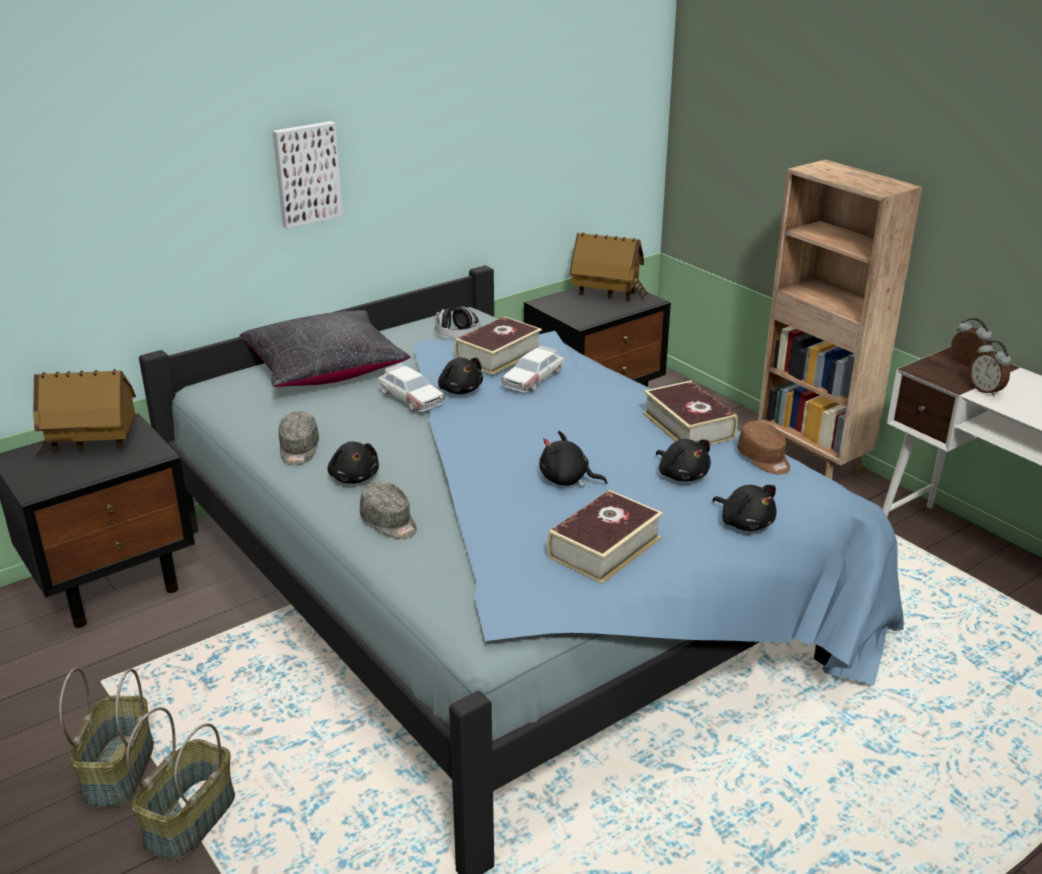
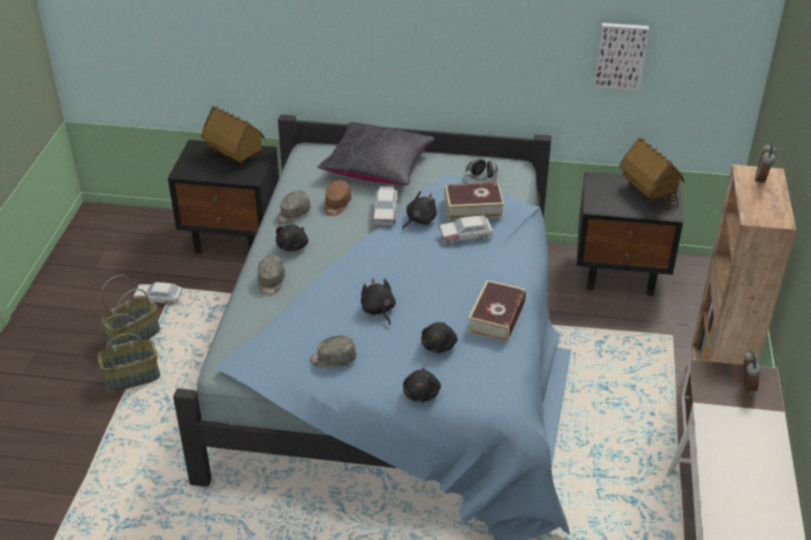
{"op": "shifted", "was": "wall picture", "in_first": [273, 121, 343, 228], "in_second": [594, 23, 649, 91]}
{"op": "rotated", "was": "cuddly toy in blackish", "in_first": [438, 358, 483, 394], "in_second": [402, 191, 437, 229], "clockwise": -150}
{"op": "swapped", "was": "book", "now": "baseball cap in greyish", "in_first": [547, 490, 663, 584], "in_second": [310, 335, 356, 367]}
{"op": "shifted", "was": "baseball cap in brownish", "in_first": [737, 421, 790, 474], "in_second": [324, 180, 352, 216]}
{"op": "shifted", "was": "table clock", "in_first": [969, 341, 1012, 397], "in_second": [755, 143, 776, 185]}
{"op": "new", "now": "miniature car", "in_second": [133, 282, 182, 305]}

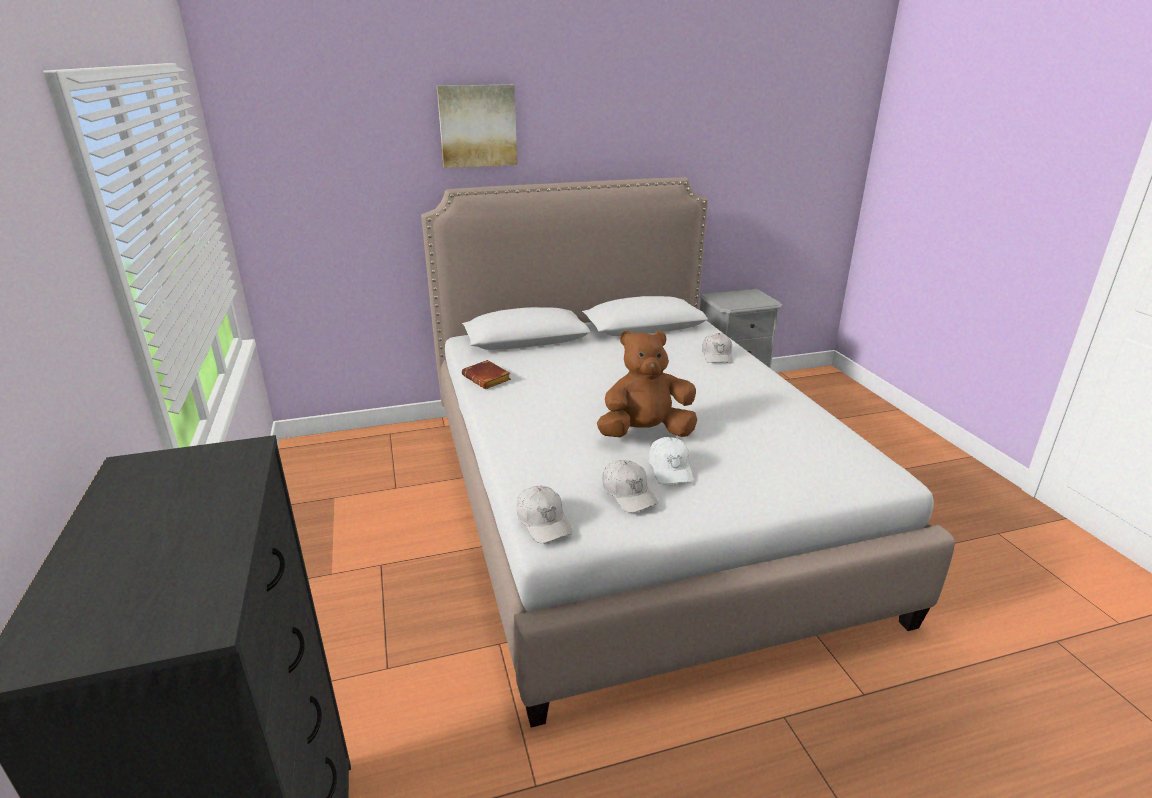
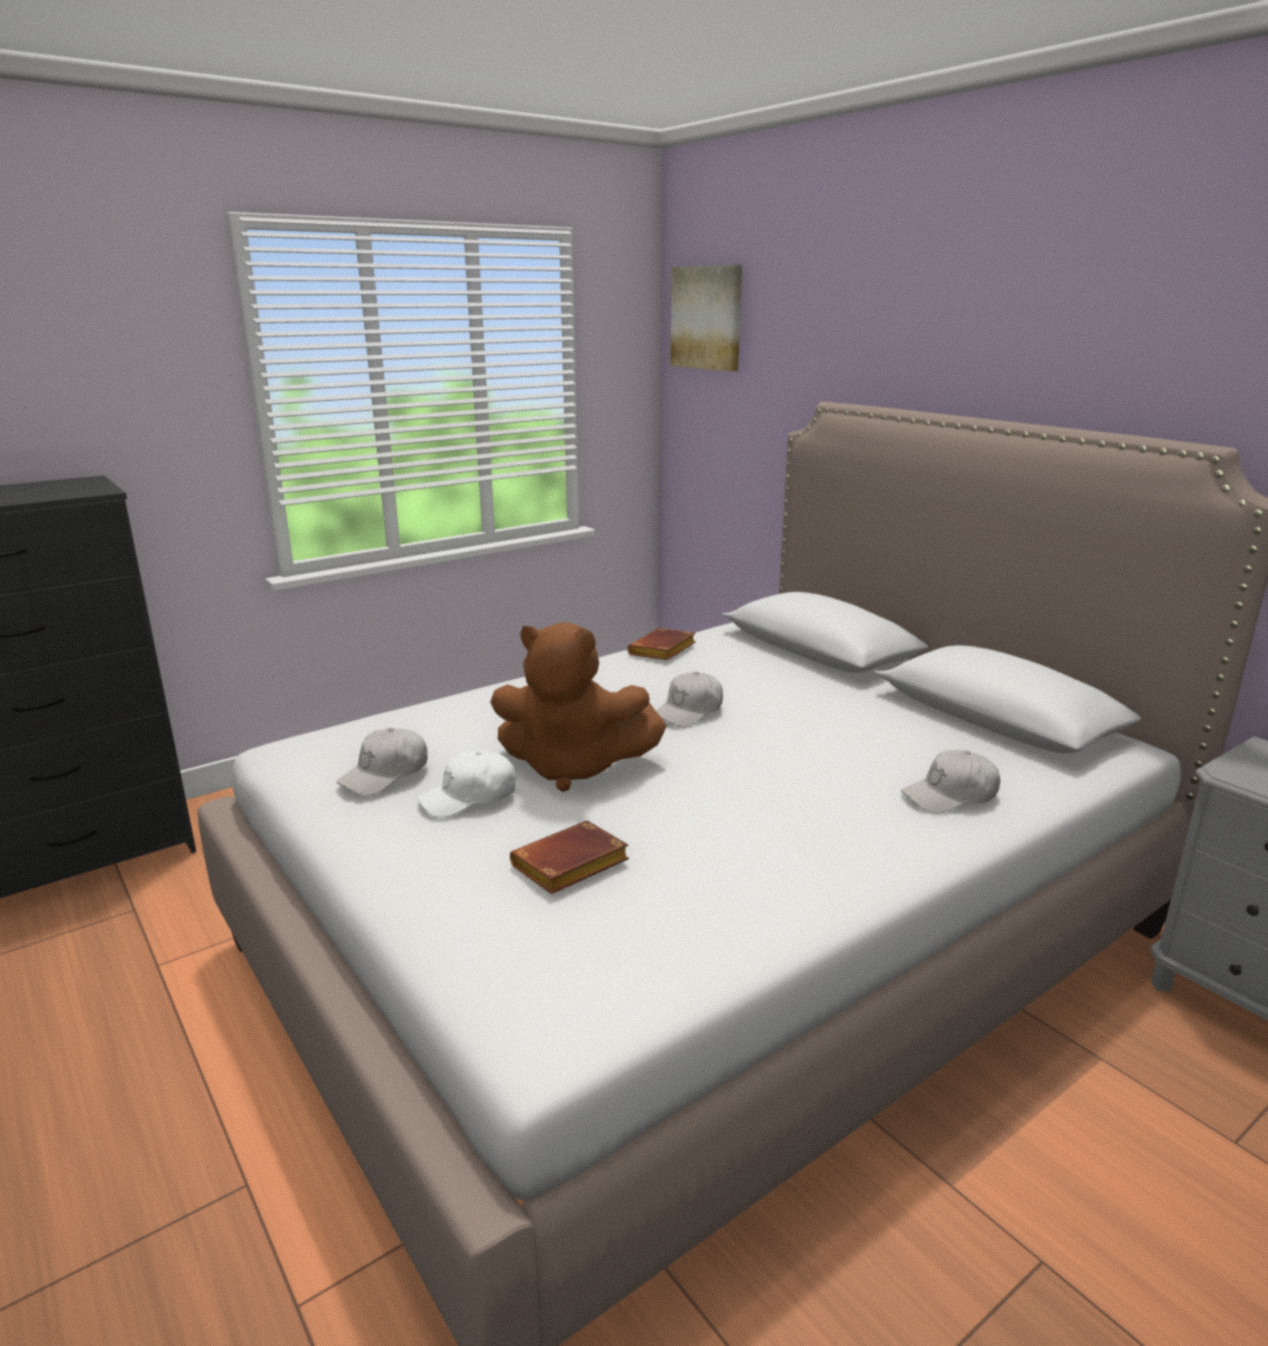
{"op": "shifted", "was": "wall picture", "in_first": [437, 85, 517, 168], "in_second": [671, 265, 742, 371]}
{"op": "shifted", "was": "baseball cap in whitish", "in_first": [517, 486, 573, 543], "in_second": [656, 672, 723, 728]}
{"op": "rotated", "was": "cuddly toy in brownish", "in_first": [597, 330, 697, 437], "in_second": [490, 622, 666, 792], "clockwise": 135}
{"op": "new", "now": "book in brownish", "in_second": [510, 821, 629, 894]}

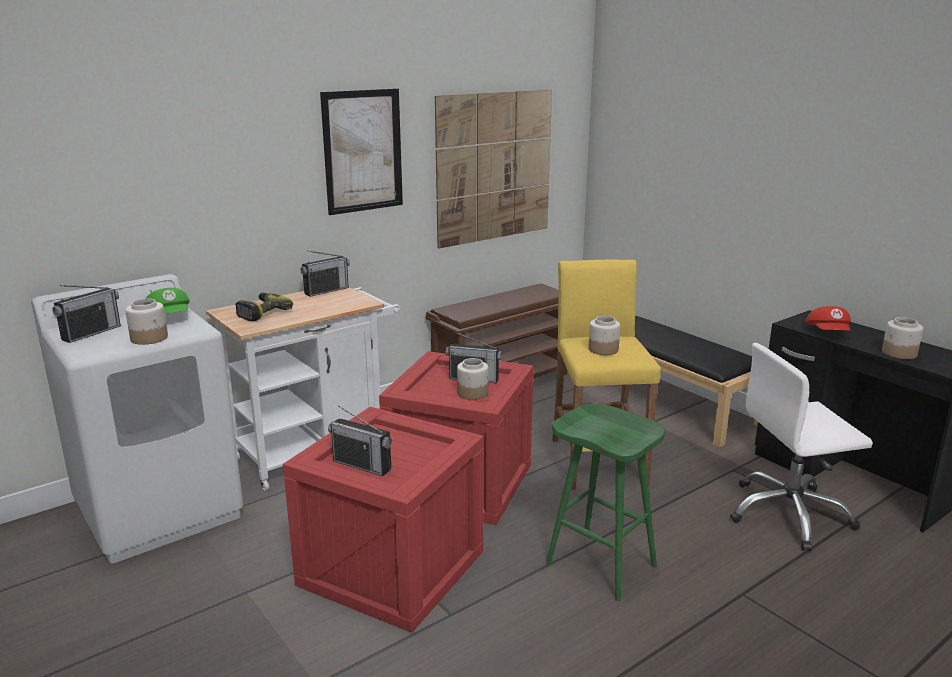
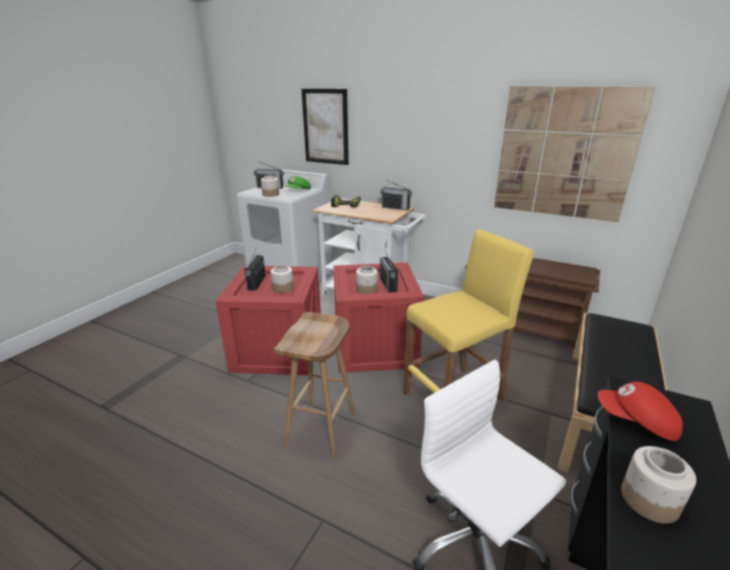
{"op": "shifted", "was": "wall picture", "in_first": [320, 88, 403, 215], "in_second": [301, 89, 349, 165]}
{"op": "repainted", "was": "stool seat in green-coloured", "now": "stool seat in brownish", "in_first": [546, 403, 665, 601], "in_second": [273, 312, 355, 458]}
{"op": "shifted", "was": "storage jar", "in_first": [588, 316, 620, 355], "in_second": [270, 265, 294, 293]}
{"op": "rotated", "was": "baseball cap in red-coloured", "in_first": [806, 306, 851, 331], "in_second": [598, 382, 683, 441], "clockwise": 45}

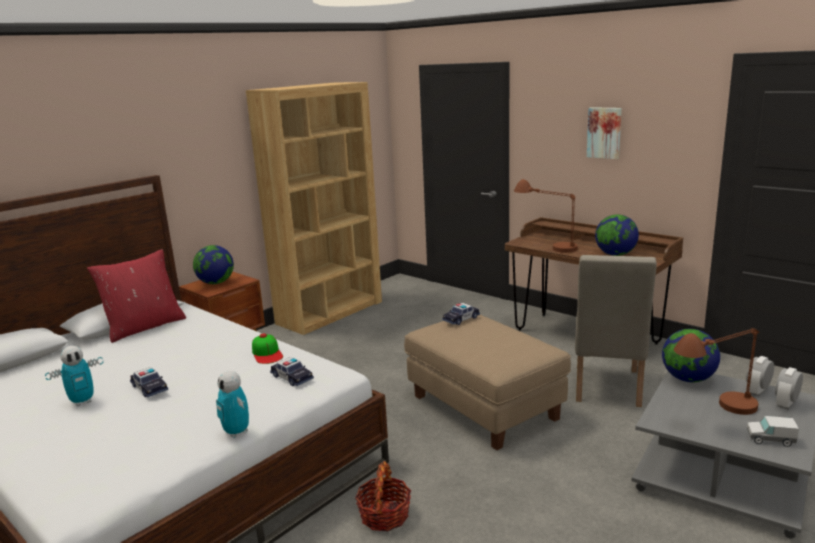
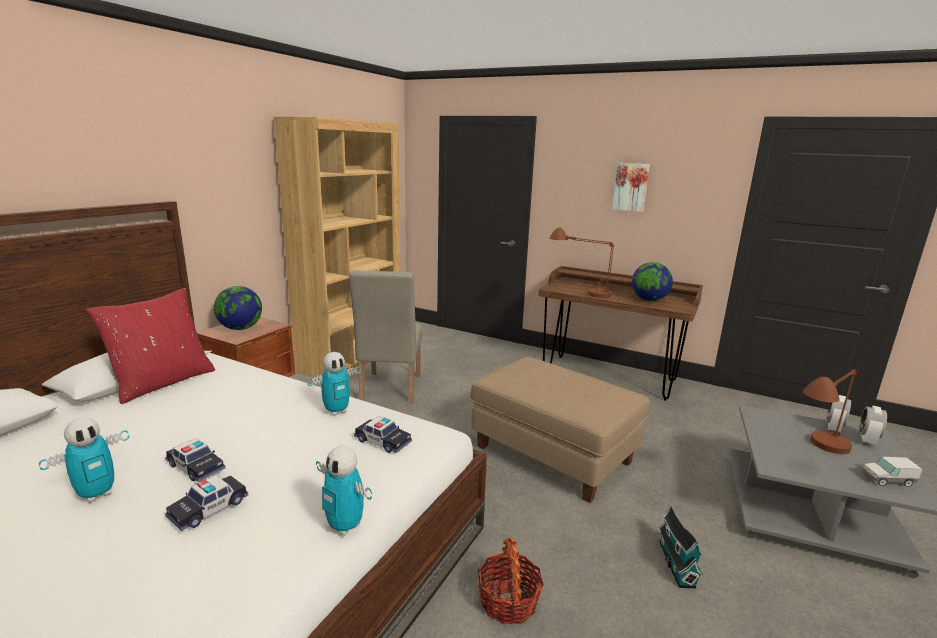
{"op": "swapped", "was": "baseball cap", "now": "toy robot", "in_first": [252, 333, 283, 364], "in_second": [308, 352, 361, 416]}
{"op": "shifted", "was": "miniature car", "in_first": [442, 303, 480, 325], "in_second": [165, 475, 248, 531]}
{"op": "shifted", "was": "plain chair in sand-coloured", "in_first": [575, 255, 657, 407], "in_second": [349, 270, 422, 403]}
{"op": "gone", "was": "world globe", "in_first": [662, 329, 720, 382]}
{"op": "new", "now": "model house", "in_second": [658, 505, 703, 589]}

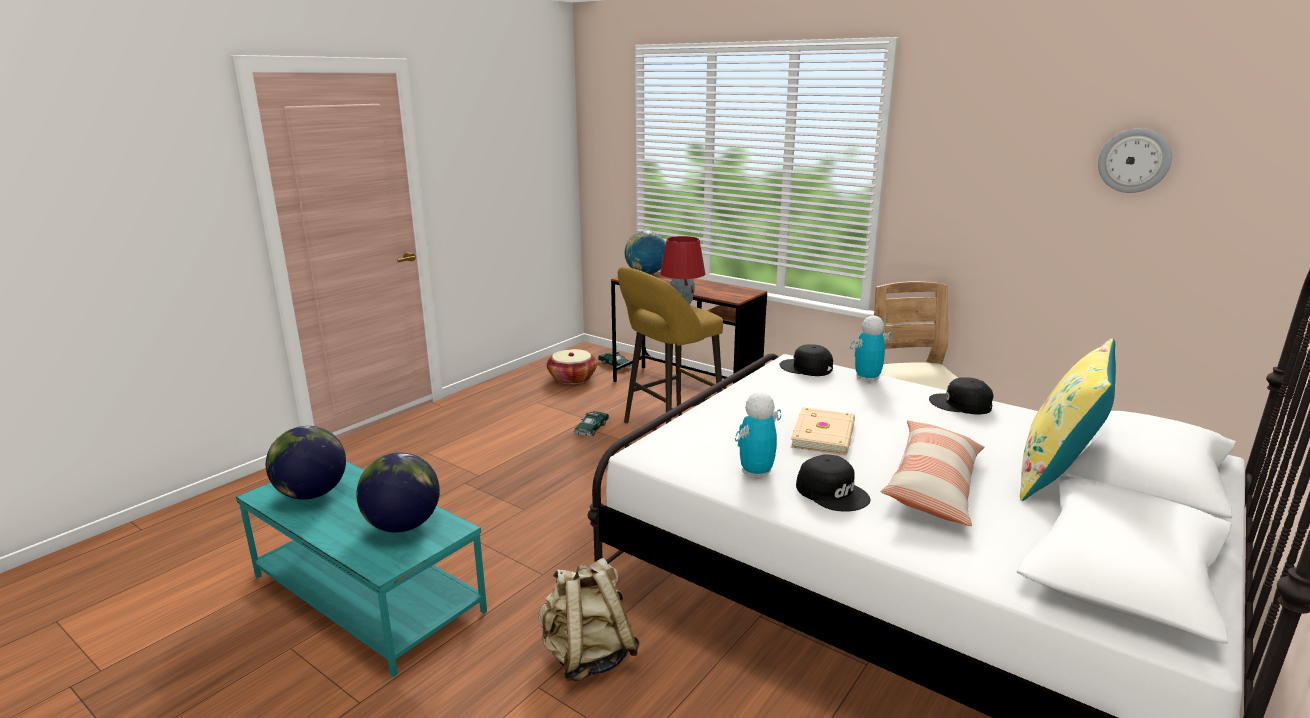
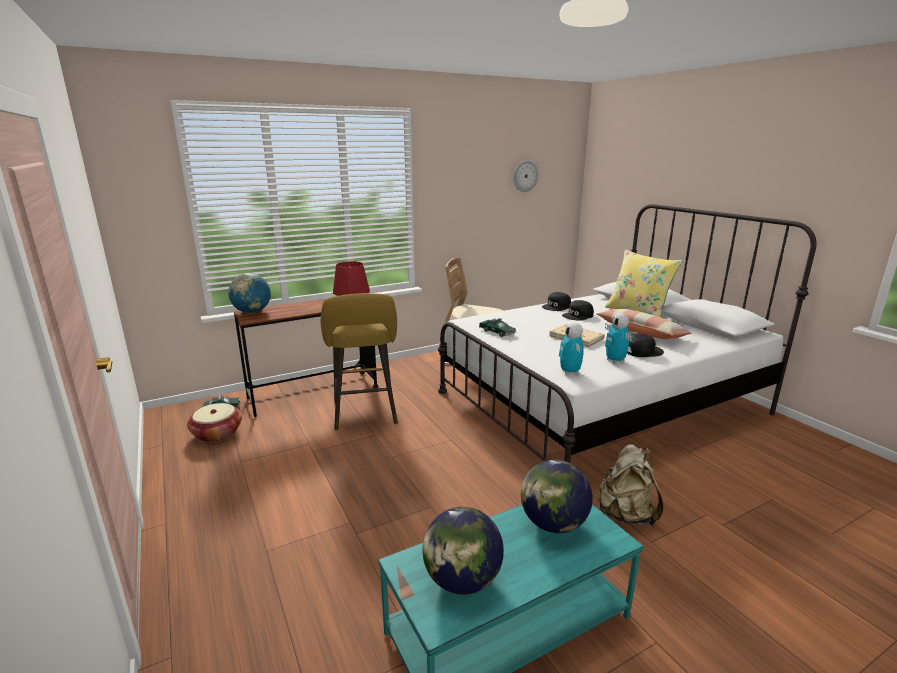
{"op": "shifted", "was": "miniature car", "in_first": [574, 411, 610, 436], "in_second": [479, 318, 516, 337]}
{"op": "shifted", "was": "baseball cap in blackish", "in_first": [780, 344, 833, 376], "in_second": [562, 300, 594, 320]}
{"op": "shifted", "was": "toy robot", "in_first": [850, 316, 892, 382], "in_second": [559, 322, 584, 375]}

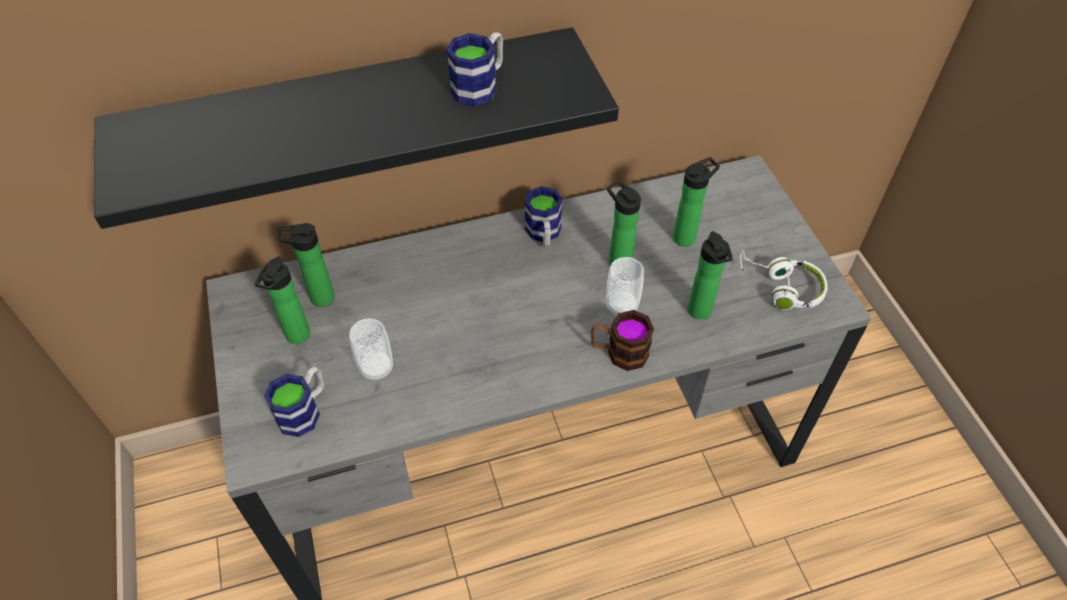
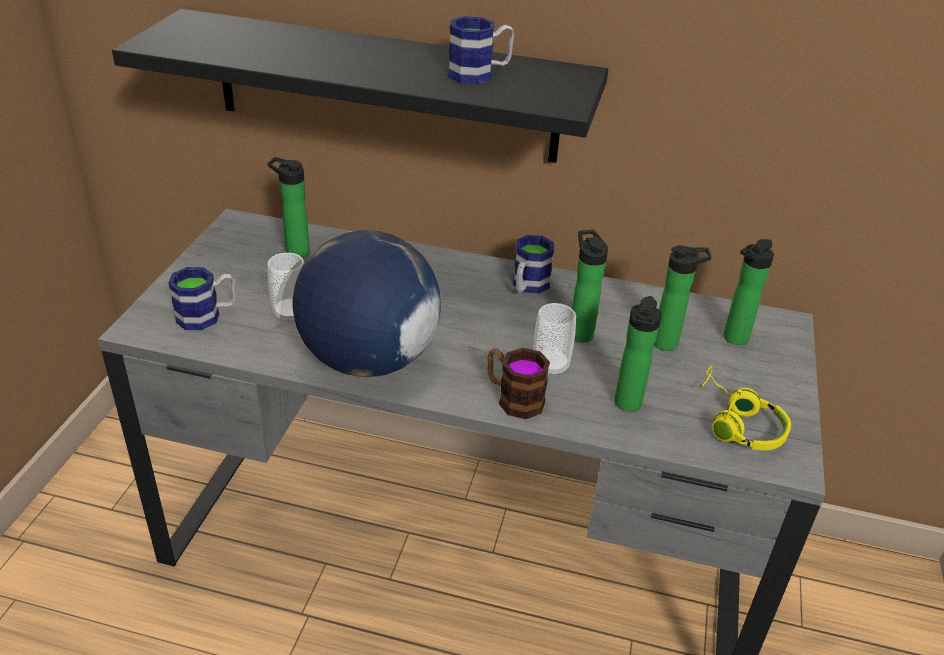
{"op": "shifted", "was": "bottle", "in_first": [255, 257, 310, 344], "in_second": [723, 239, 774, 345]}
{"op": "repainted", "was": "headset in whitish", "now": "headset in yellow", "in_first": [740, 250, 828, 310], "in_second": [700, 366, 791, 450]}
{"op": "new", "now": "world globe", "in_second": [293, 230, 441, 377]}

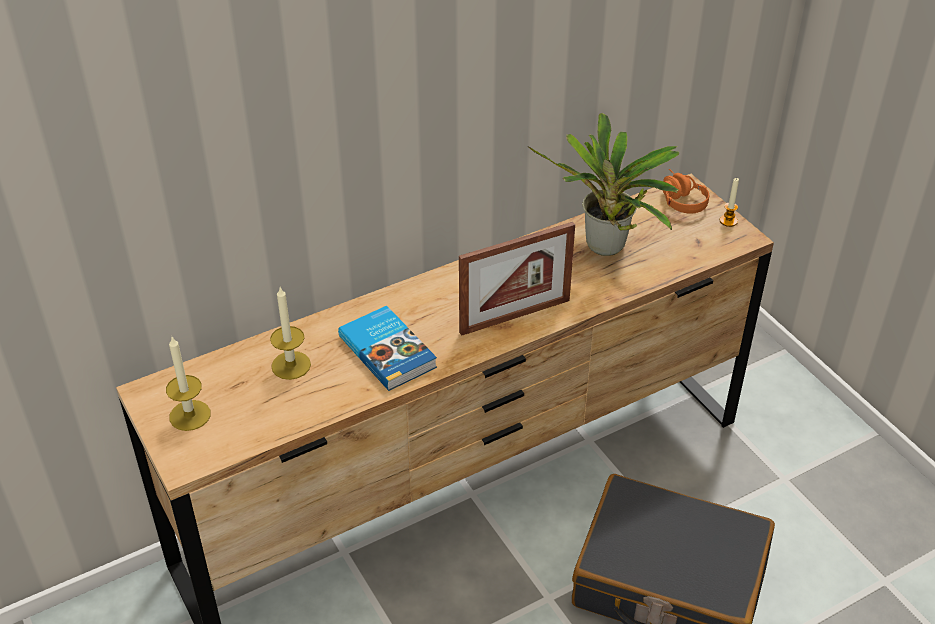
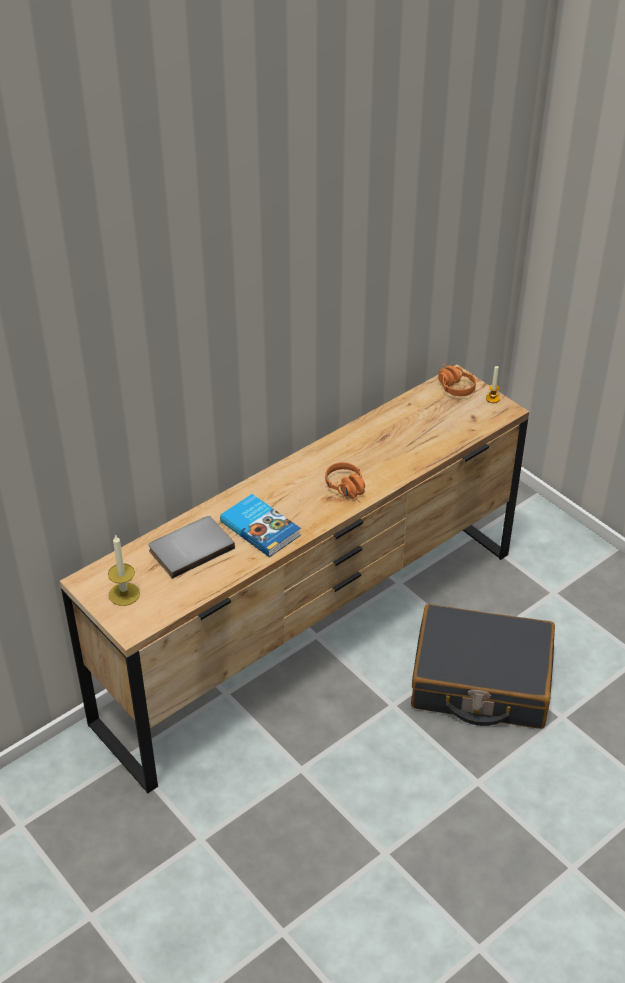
{"op": "swapped", "was": "wax candle", "now": "book in greyish", "in_first": [270, 287, 311, 380], "in_second": [148, 516, 235, 579]}
{"op": "swapped", "was": "standing frame", "now": "headset in orangey", "in_first": [459, 222, 575, 336], "in_second": [325, 462, 365, 503]}
{"op": "gone", "was": "houseplant", "in_first": [528, 113, 679, 256]}

